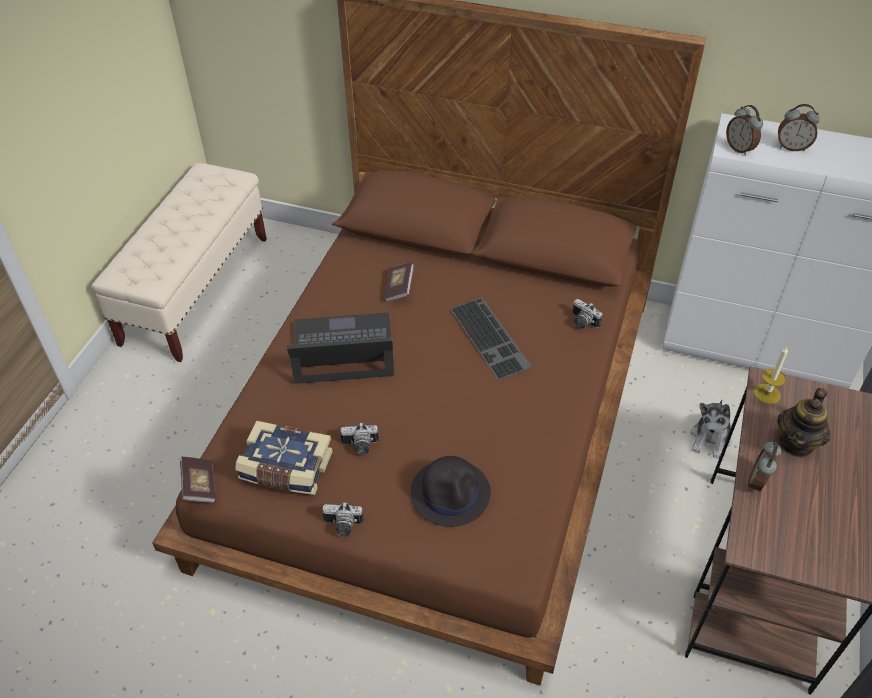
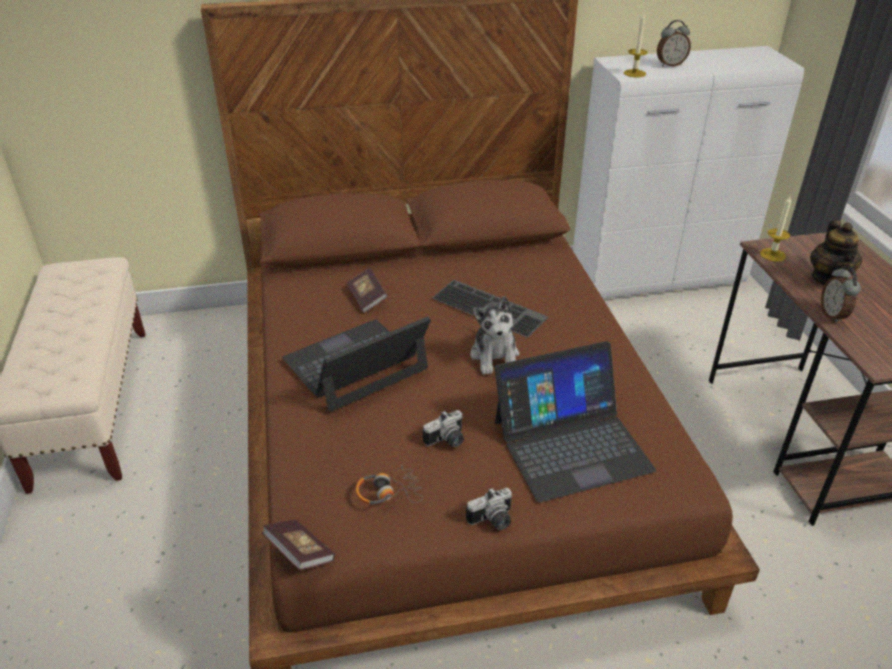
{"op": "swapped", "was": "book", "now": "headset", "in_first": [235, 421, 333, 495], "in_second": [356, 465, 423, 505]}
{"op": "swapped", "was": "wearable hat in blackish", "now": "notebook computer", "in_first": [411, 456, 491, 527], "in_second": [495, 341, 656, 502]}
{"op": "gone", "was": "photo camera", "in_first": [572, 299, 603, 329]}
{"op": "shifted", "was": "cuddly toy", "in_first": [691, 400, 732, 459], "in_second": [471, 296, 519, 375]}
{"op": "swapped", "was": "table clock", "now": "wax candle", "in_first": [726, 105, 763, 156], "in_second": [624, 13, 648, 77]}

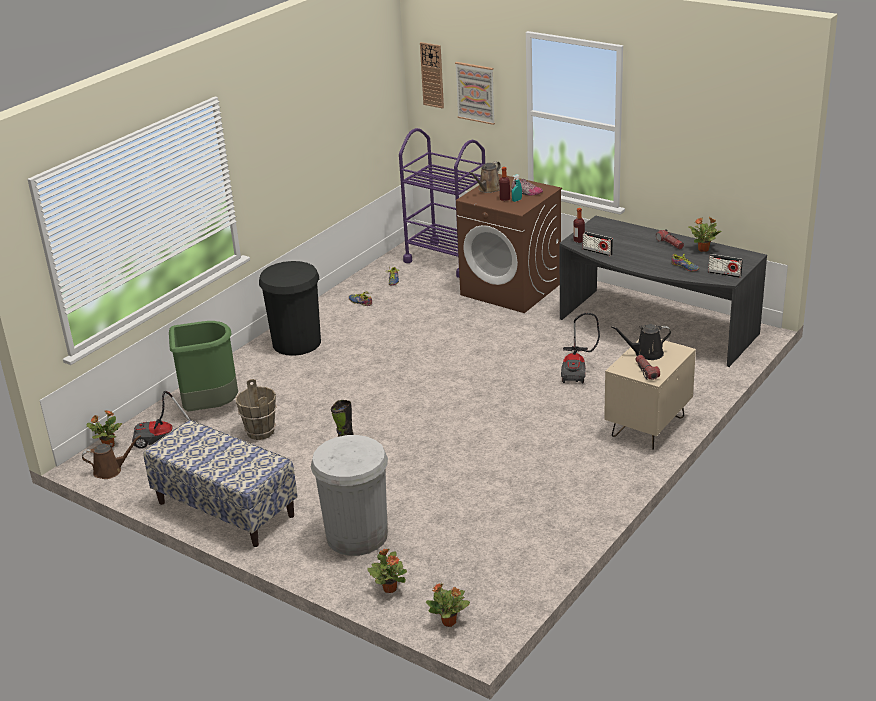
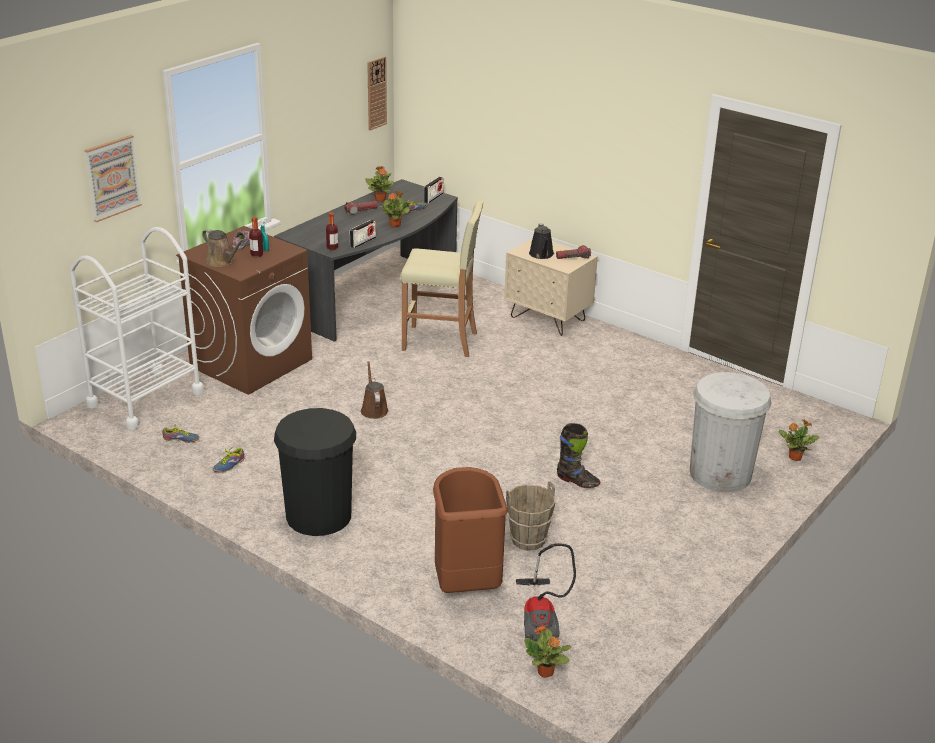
{"op": "shifted", "was": "watering can in brownish", "in_first": [82, 435, 141, 479], "in_second": [361, 361, 389, 419]}
{"op": "gone", "was": "bench", "in_first": [144, 420, 298, 547]}
{"op": "repainted", "was": "trash can in green-coloured", "now": "trash can in brownish", "in_first": [169, 321, 238, 412], "in_second": [433, 467, 508, 593]}
{"op": "repainted", "was": "trolley in purple-coloured", "now": "trolley in whitish", "in_first": [399, 128, 485, 278], "in_second": [70, 227, 204, 430]}
{"op": "shifted", "was": "hanging clock", "in_first": [420, 42, 444, 109], "in_second": [367, 56, 387, 130]}
{"op": "shifted", "was": "houseplant", "in_first": [426, 583, 470, 627], "in_second": [380, 191, 412, 228]}
{"op": "swapped", "was": "vacuum", "now": "stool seat in sand-coloured", "in_first": [561, 313, 600, 383], "in_second": [400, 201, 483, 357]}

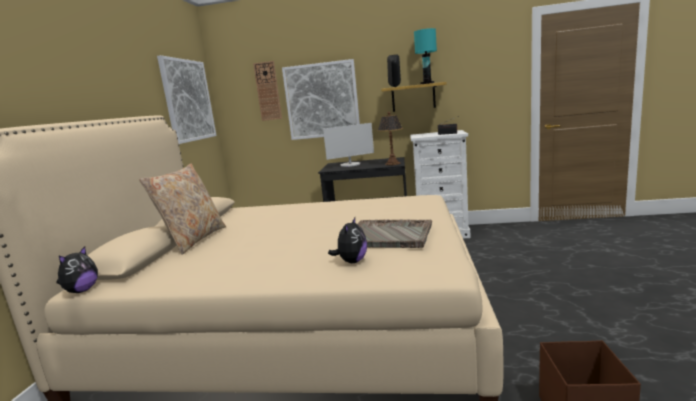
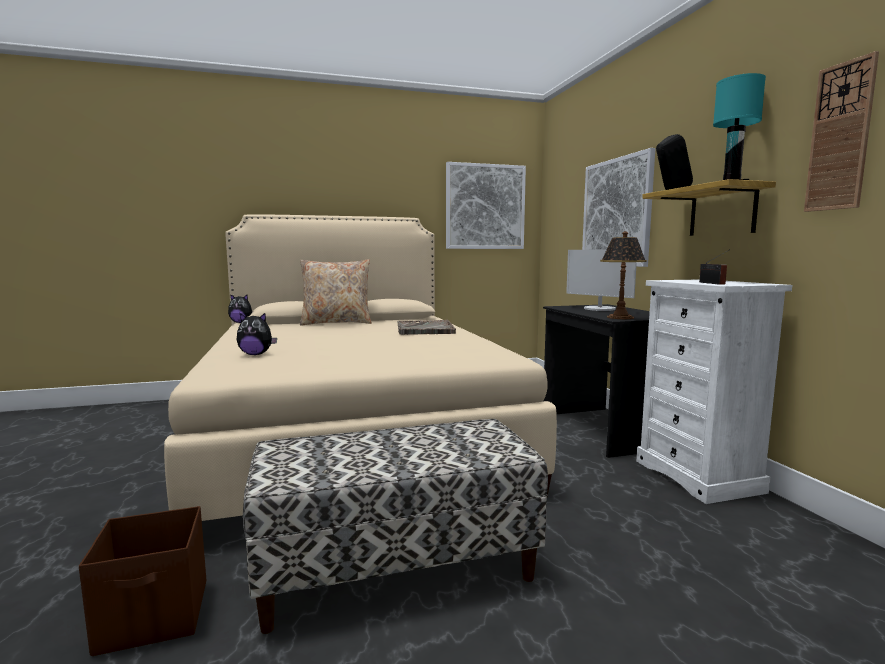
{"op": "shifted", "was": "hanging clock", "in_first": [253, 61, 282, 121], "in_second": [804, 51, 879, 212]}
{"op": "shifted", "was": "carrying tray in greyish", "in_first": [357, 220, 432, 248], "in_second": [398, 320, 456, 335]}
{"op": "new", "now": "bench", "in_second": [243, 419, 548, 634]}

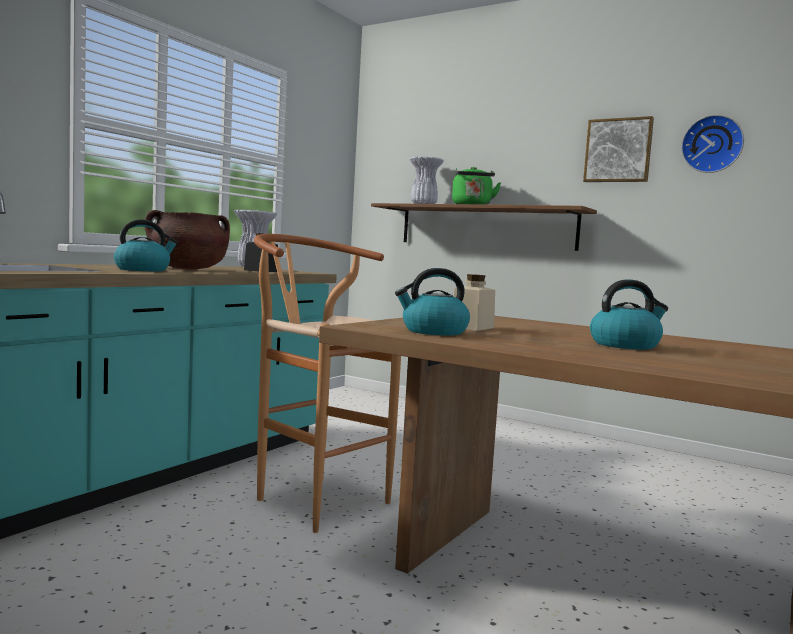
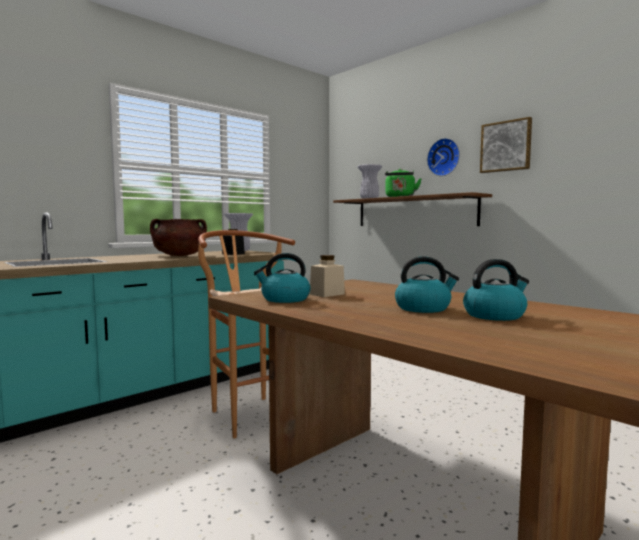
{"op": "shifted", "was": "kettle", "in_first": [114, 220, 178, 271], "in_second": [463, 259, 529, 321]}
{"op": "shifted", "was": "hanging clock", "in_first": [681, 115, 744, 173], "in_second": [427, 138, 460, 176]}

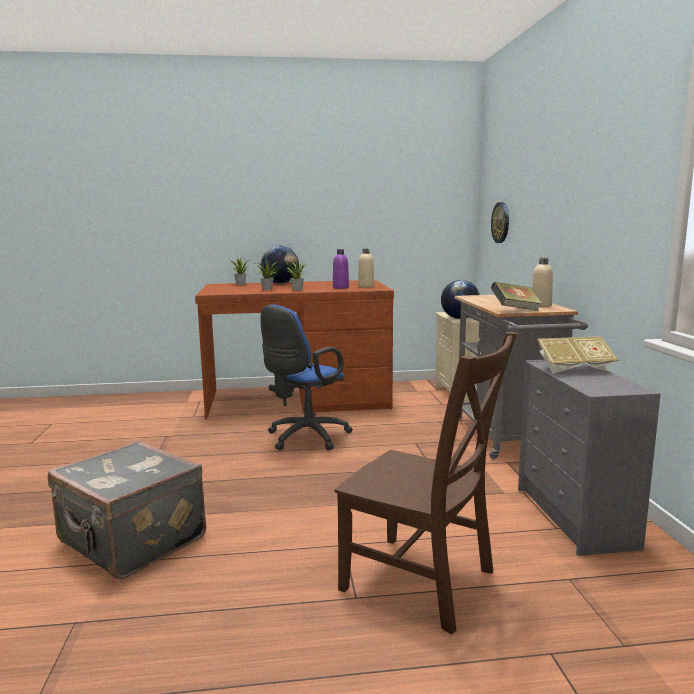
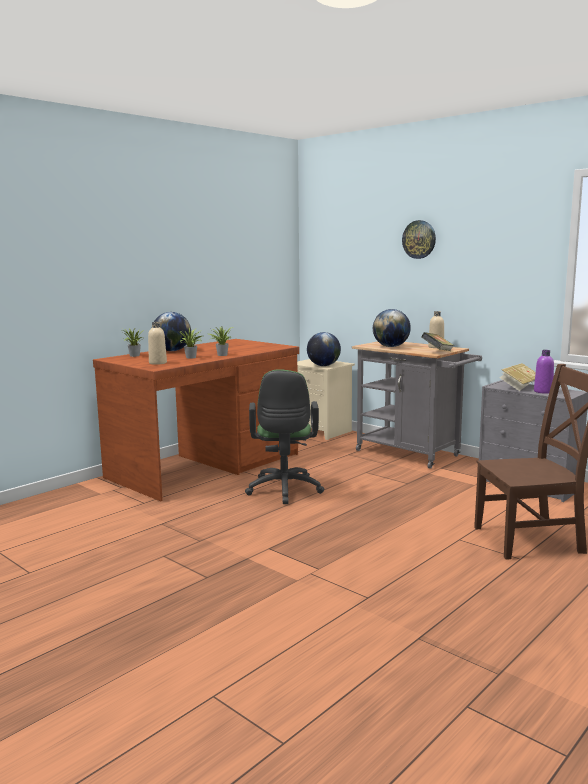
{"op": "gone", "was": "piece of luggage in greyish", "in_first": [48, 441, 206, 579]}
{"op": "repainted", "was": "office chair in blue", "now": "office chair in green-coloured", "in_first": [260, 304, 353, 450], "in_second": [245, 369, 324, 504]}
{"op": "shifted", "was": "bottle in purple-coloured", "in_first": [333, 249, 349, 289], "in_second": [534, 350, 554, 394]}
{"op": "shifted", "was": "bottle in sand-coloured", "in_first": [358, 248, 374, 288], "in_second": [148, 322, 167, 365]}
{"op": "shifted", "was": "hanging clock", "in_first": [491, 202, 509, 243], "in_second": [402, 220, 436, 259]}
{"op": "new", "now": "world globe", "in_second": [373, 309, 411, 347]}

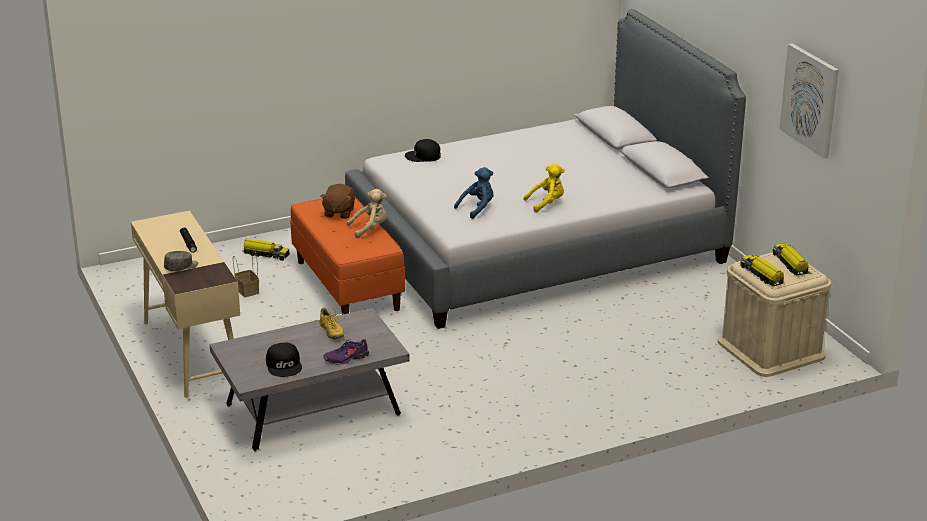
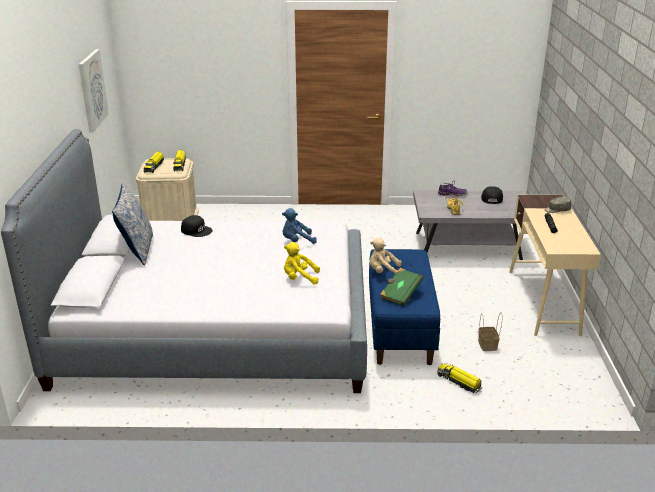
{"op": "repainted", "was": "bench in orangey", "now": "bench in blue", "in_first": [290, 197, 405, 315], "in_second": [369, 249, 440, 365]}
{"op": "swapped", "was": "cuddly toy in brownish", "now": "book in green-coloured", "in_first": [320, 184, 355, 219], "in_second": [380, 268, 424, 306]}
{"op": "shifted", "was": "baseball cap in blackish", "in_first": [405, 139, 441, 162], "in_second": [181, 215, 213, 237]}
{"op": "shifted", "was": "cuddly toy in yellow", "in_first": [523, 163, 565, 213], "in_second": [284, 242, 320, 285]}
{"op": "new", "now": "throw pillow", "in_second": [112, 183, 153, 266]}

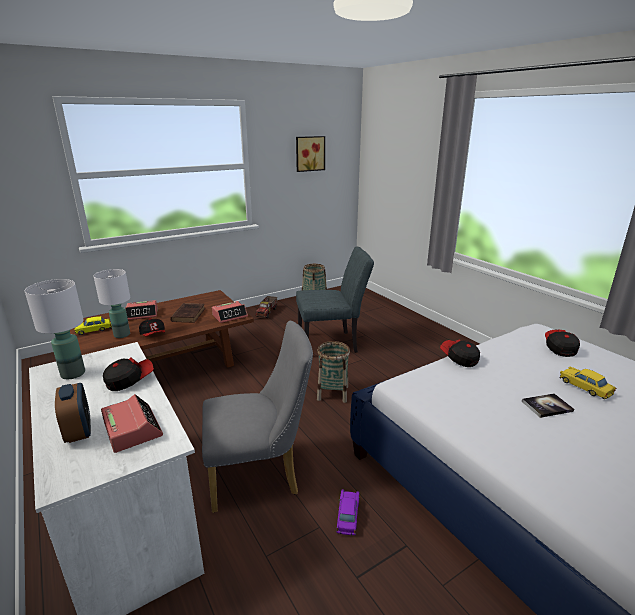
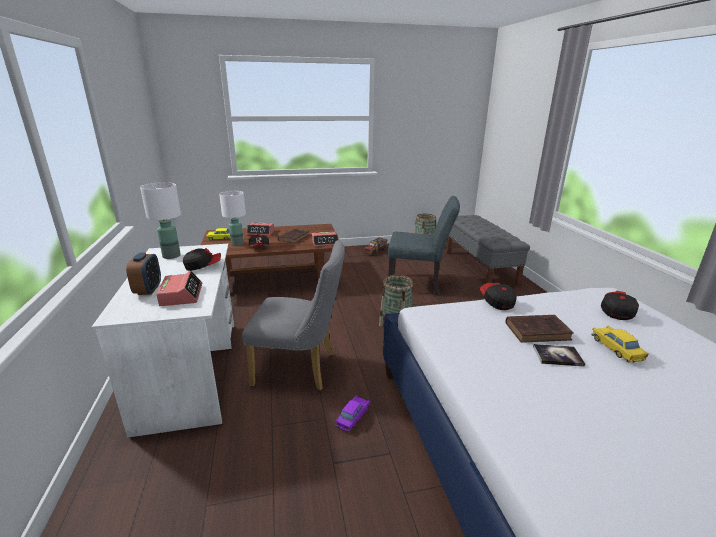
{"op": "gone", "was": "wall picture", "in_first": [296, 136, 325, 172]}
{"op": "new", "now": "bench in greyish", "in_second": [446, 215, 530, 286]}
{"op": "new", "now": "book in brownish", "in_second": [506, 315, 574, 343]}

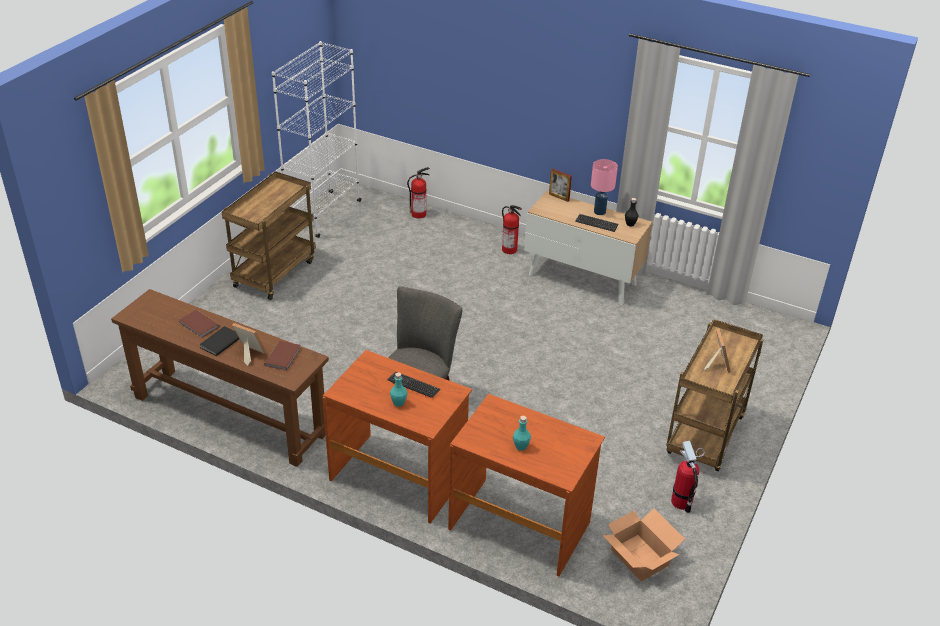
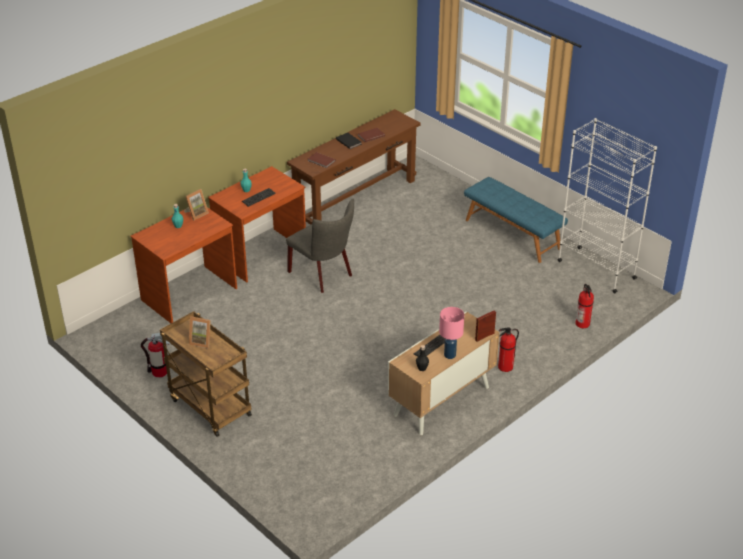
{"op": "swapped", "was": "trolley in brownish", "now": "bench in blue", "in_first": [222, 171, 316, 300], "in_second": [464, 177, 568, 263]}
{"op": "shifted", "was": "standing frame", "in_first": [232, 323, 266, 366], "in_second": [184, 189, 209, 220]}
{"op": "gone", "was": "cardboard box", "in_first": [602, 508, 685, 581]}

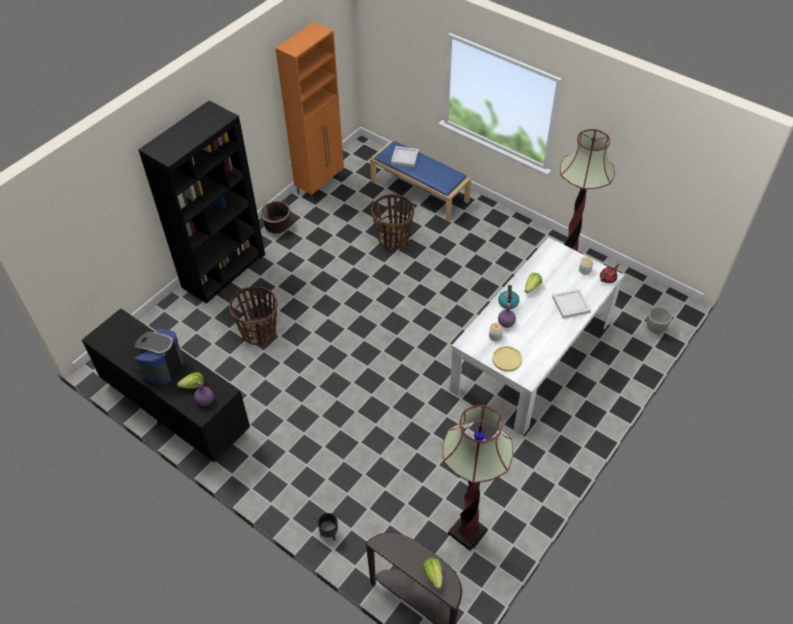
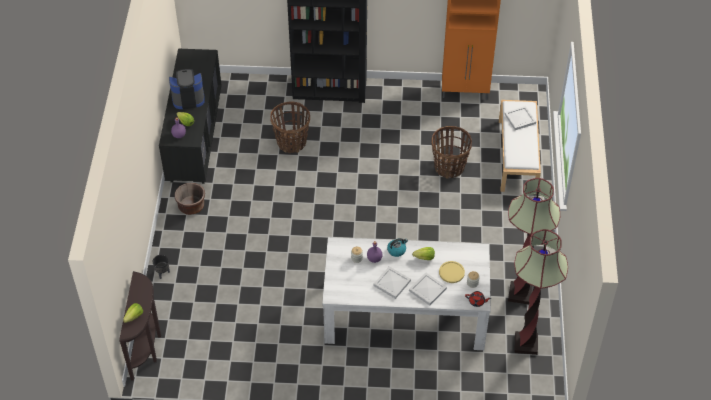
{"op": "shifted", "was": "flower pot in brownish", "in_first": [260, 201, 291, 233], "in_second": [175, 183, 205, 215]}
{"op": "repainted", "was": "bench in blue", "now": "bench in whitish", "in_first": [370, 140, 471, 222], "in_second": [499, 100, 541, 192]}
{"op": "shifted", "was": "floor lamp", "in_first": [442, 405, 513, 550], "in_second": [514, 229, 568, 355]}
{"op": "shifted", "was": "plate in yellow", "in_first": [492, 346, 522, 371], "in_second": [439, 261, 465, 283]}
{"op": "gone", "was": "flower pot in greyish", "in_first": [647, 307, 672, 334]}
{"op": "new", "now": "carrying tray in whitish", "in_second": [374, 266, 411, 299]}

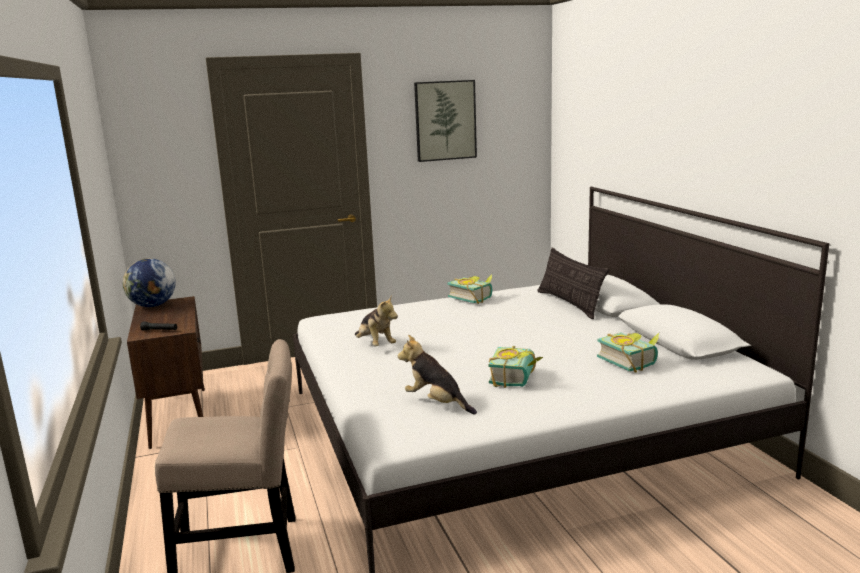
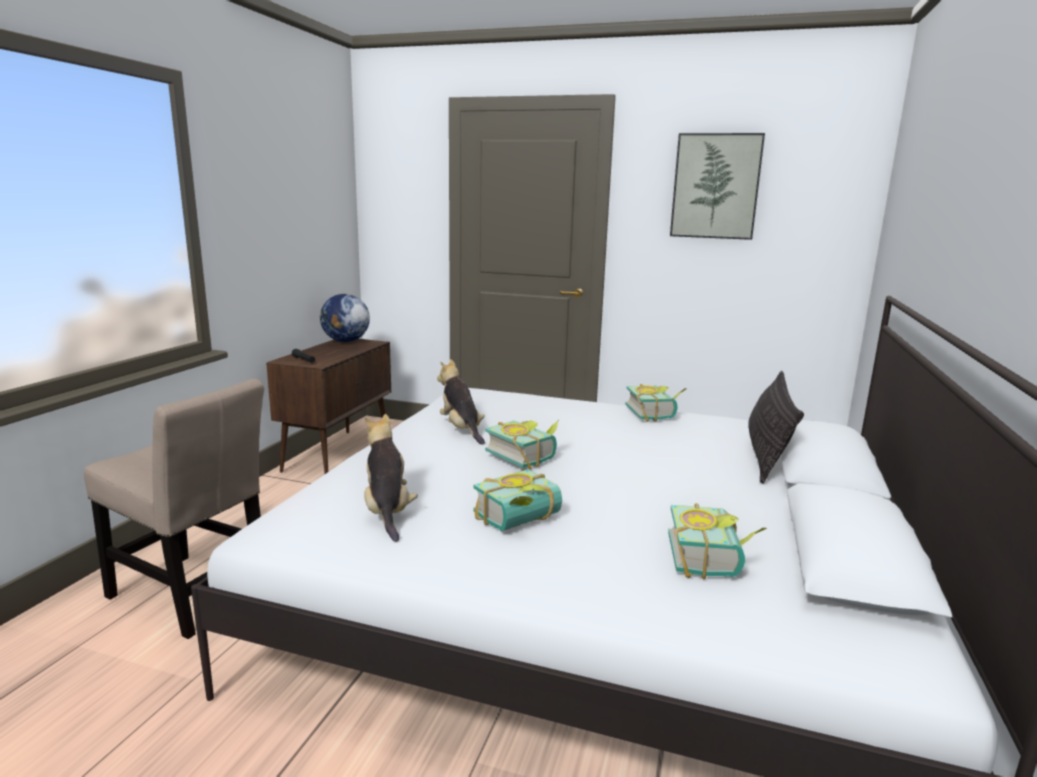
{"op": "rotated", "was": "cuddly toy", "in_first": [355, 297, 398, 346], "in_second": [437, 359, 485, 445], "clockwise": 150}
{"op": "new", "now": "book", "in_second": [485, 419, 559, 469]}

